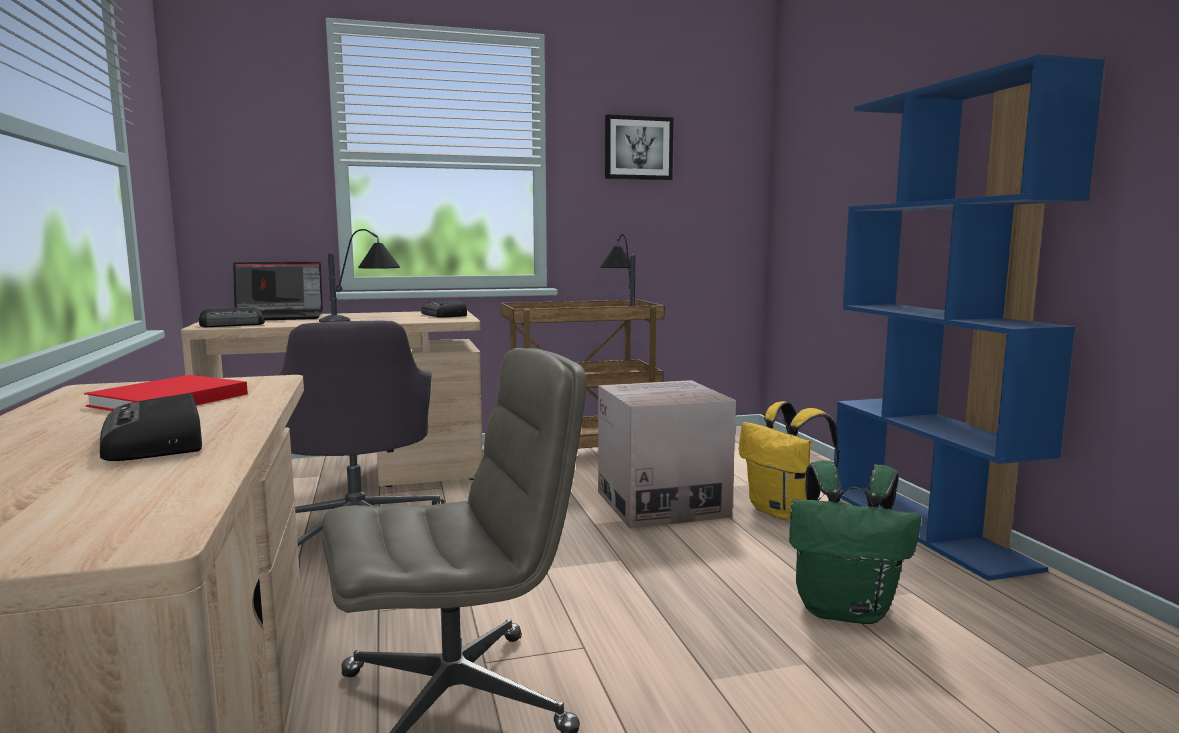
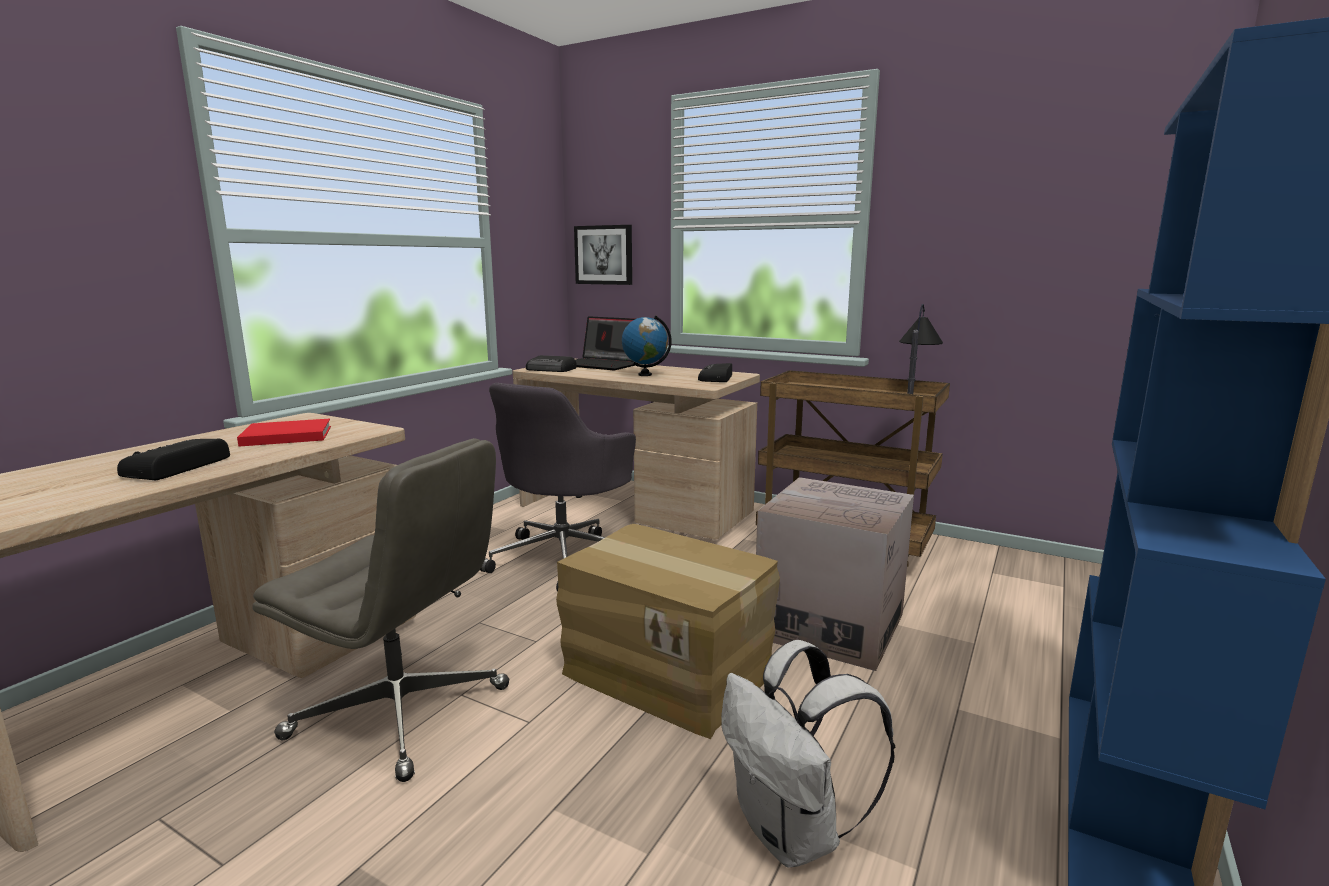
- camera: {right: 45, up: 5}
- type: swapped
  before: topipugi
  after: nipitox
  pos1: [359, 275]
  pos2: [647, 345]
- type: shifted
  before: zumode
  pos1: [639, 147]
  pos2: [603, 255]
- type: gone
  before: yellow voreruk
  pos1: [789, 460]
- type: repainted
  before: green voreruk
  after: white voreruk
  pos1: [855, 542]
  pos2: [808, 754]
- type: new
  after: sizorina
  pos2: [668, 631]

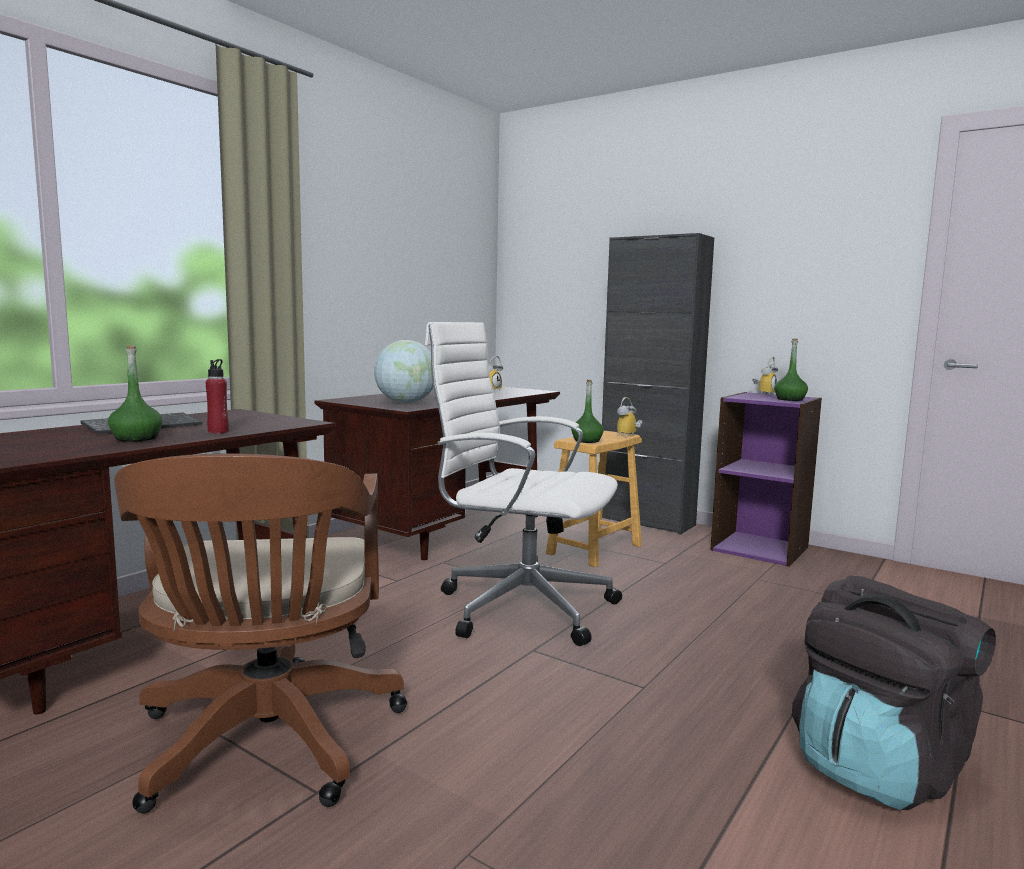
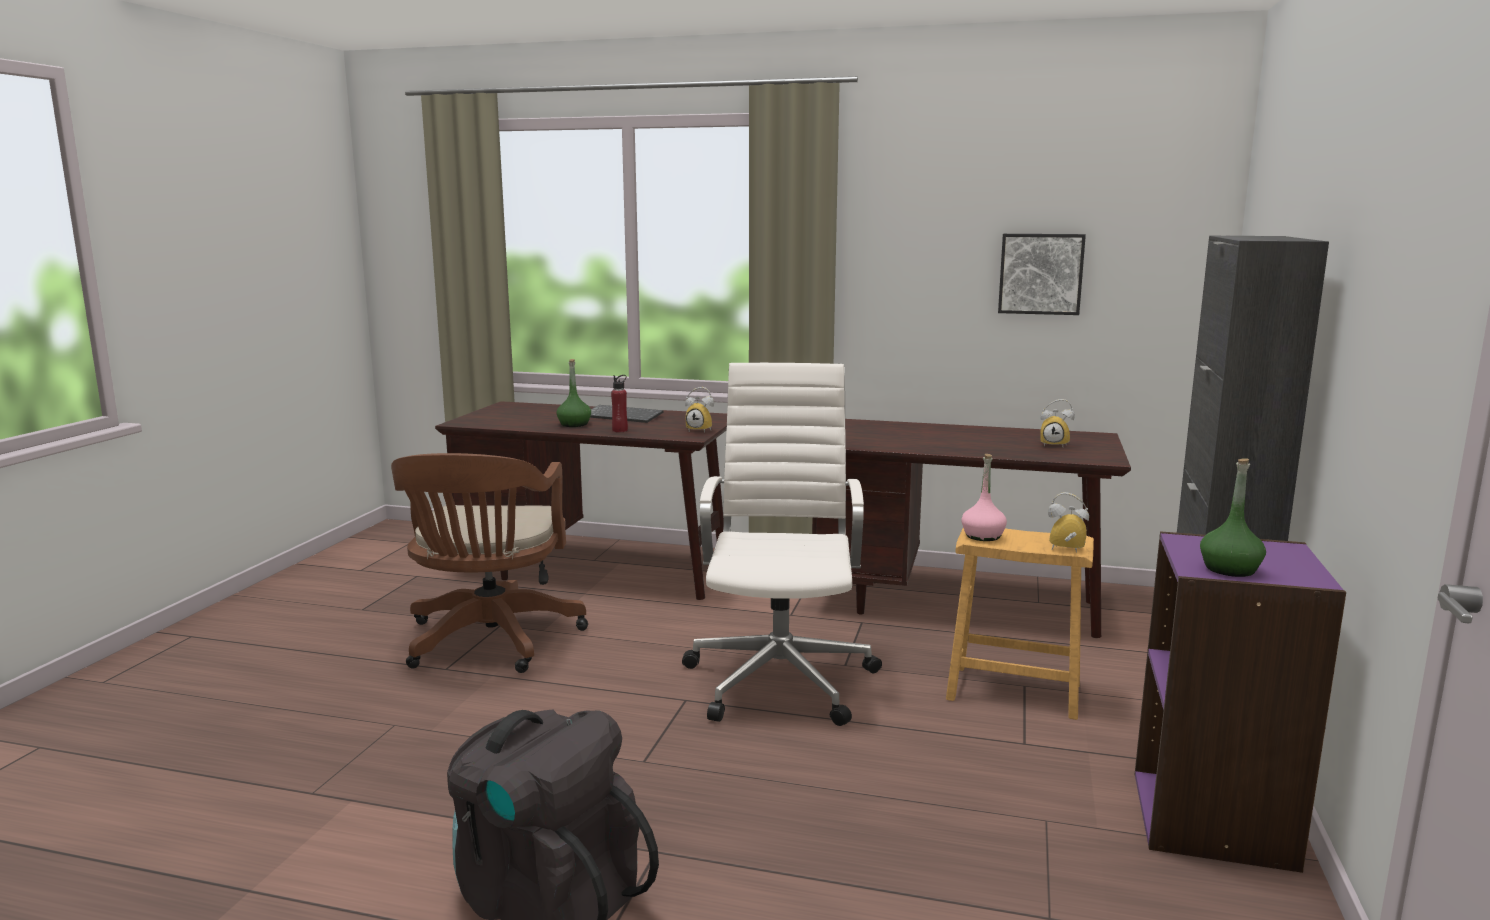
- camera: {right: 70, up: 5}
- type: rotated
  before: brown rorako
  pos1: [260, 633]
  pos2: [489, 563]
  turn: -60
- type: gone
  before: nipitox
  pos1: [403, 371]
- type: repainted
  before: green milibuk
  after: pink milibuk
  pos1: [587, 411]
  pos2: [984, 497]
- type: shifted
  before: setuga
  pos1: [765, 376]
  pos2: [699, 410]
- type: new
  after: zumode
  pos2: [1042, 274]

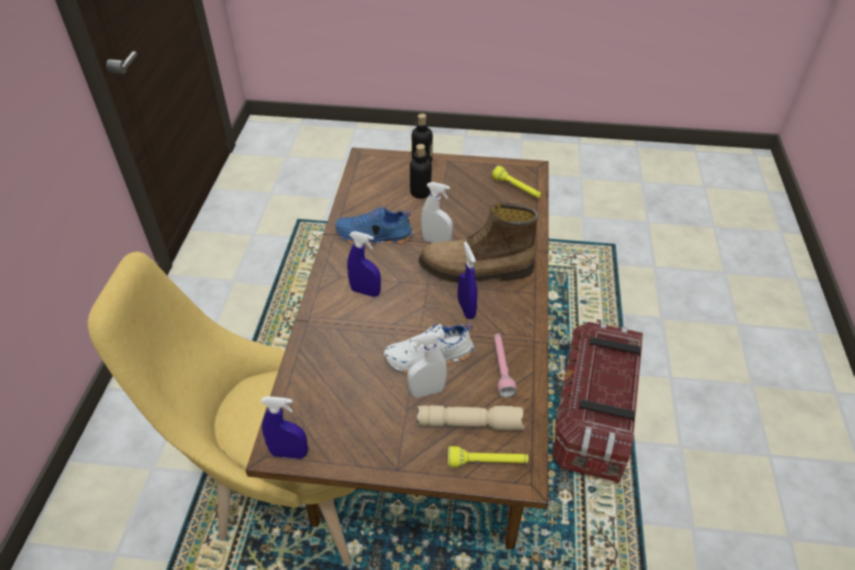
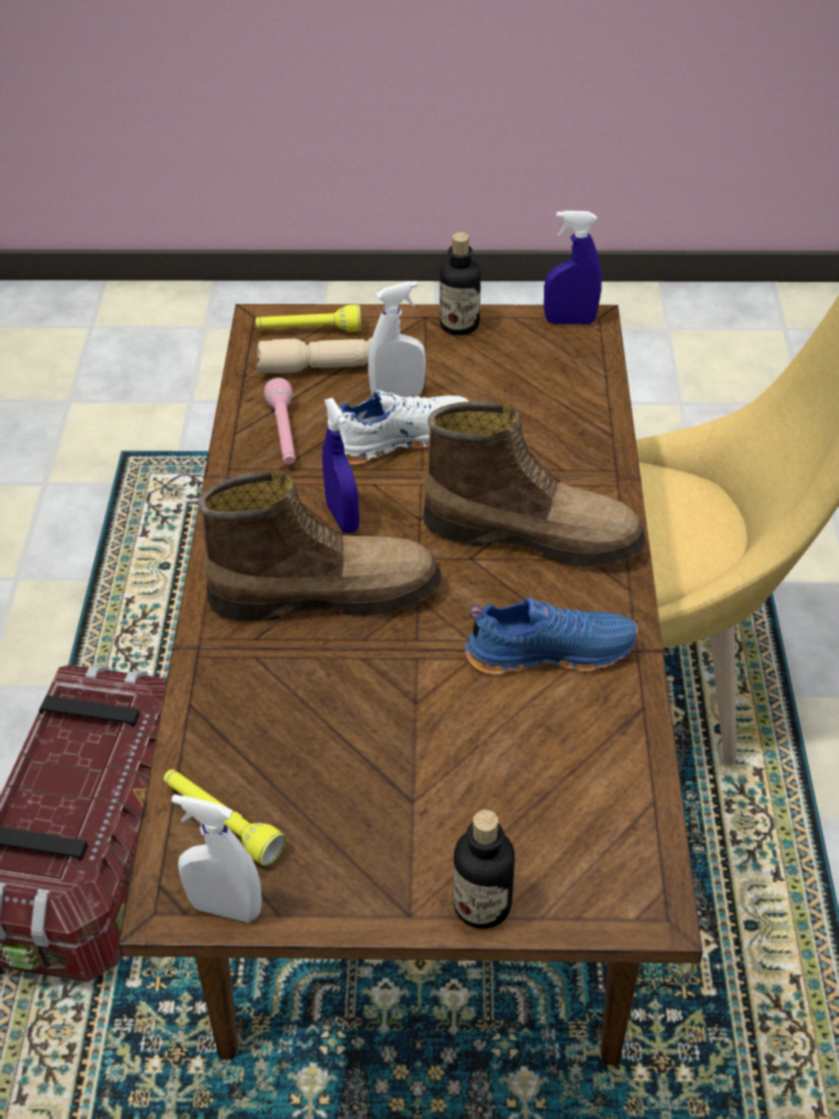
- camera: {right: 175, up: 0}
- type: swapped
  before: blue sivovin
  after: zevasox
  pos1: [364, 264]
  pos2: [534, 484]
- type: shifted
  before: milibuk
  pos1: [421, 171]
  pos2: [460, 283]
- type: shifted
  before: white sivovin
  pos1: [437, 212]
  pos2: [216, 858]

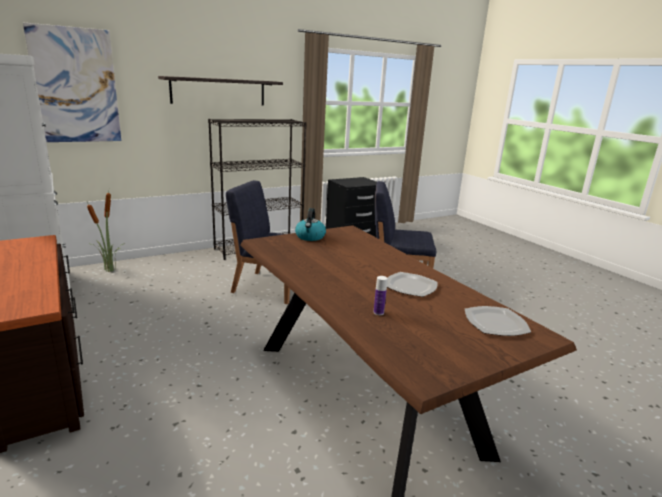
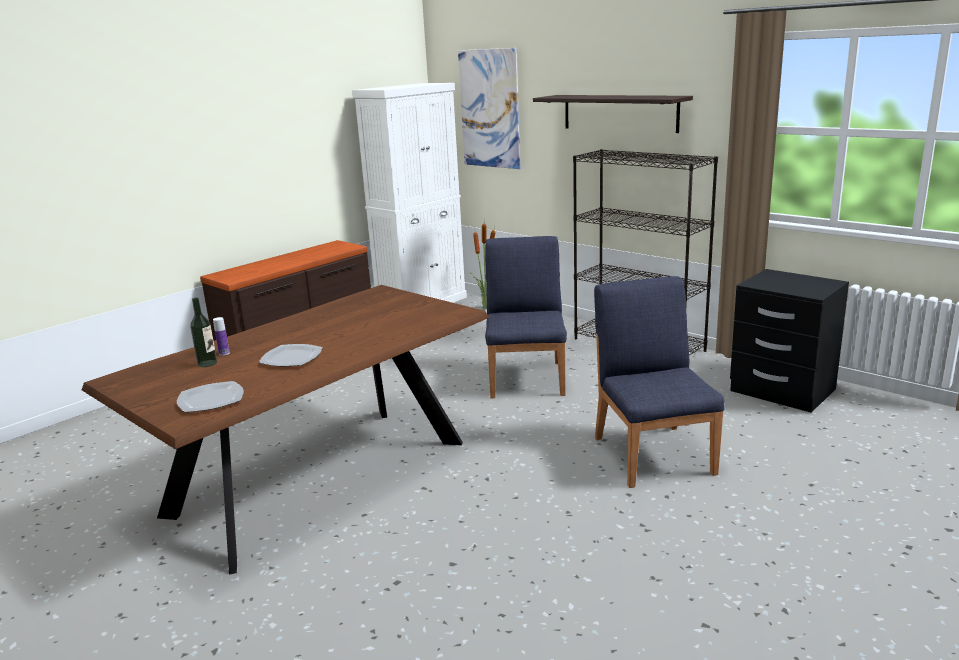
- camera: {right: 75, up: 0}
- type: gone
  before: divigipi
  pos1: [310, 224]
- type: new
  after: milibuk
  pos2: [203, 332]

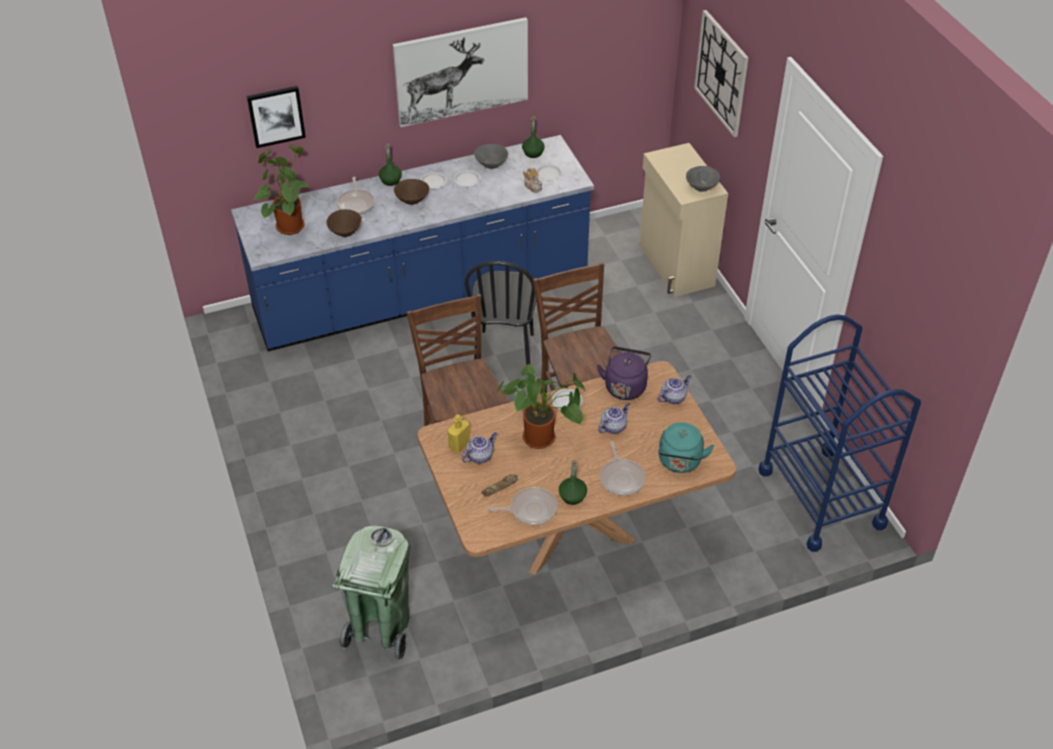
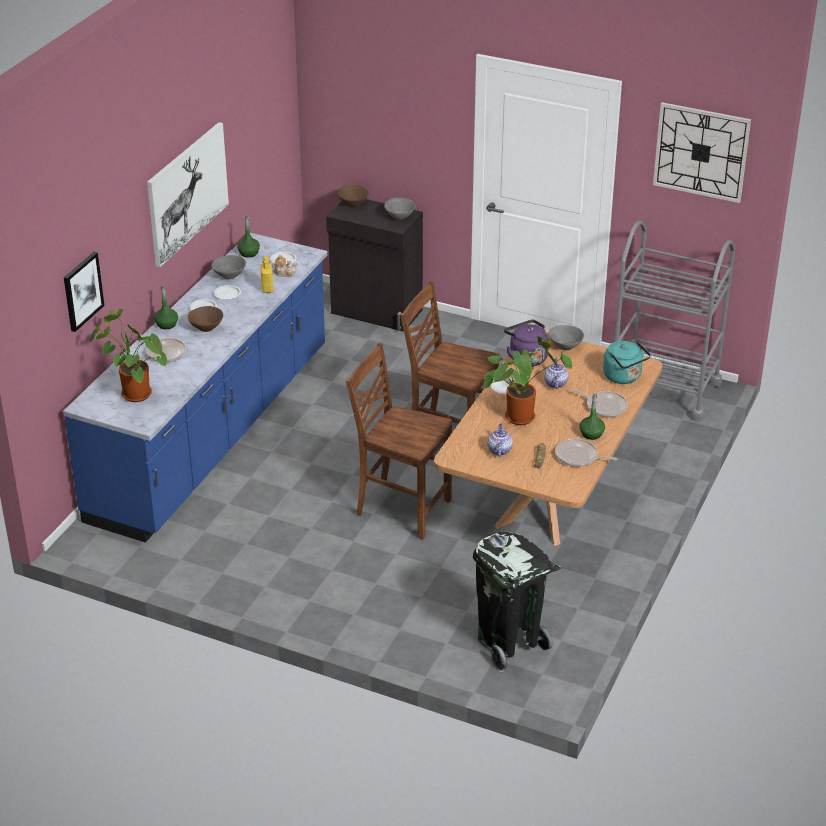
- camera: {right: -45, up: -10}
- type: shifted
  before: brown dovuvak
  pos1: [344, 223]
  pos2: [353, 196]
- type: repainted
  before: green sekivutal
  after: black sekivutal
  pos1: [371, 592]
  pos2: [517, 601]
- type: shifted
  before: yellow milibuk
  pos1: [458, 433]
  pos2: [267, 274]
- type: gone
  before: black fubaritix
  pos1: [500, 318]
- type: rotated
  before: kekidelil
  pos1: [522, 506]
  pos2: [586, 452]
  turn: -105
- type: repainted
  before: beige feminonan
  after: black feminonan
  pos1: [684, 220]
  pos2: [374, 265]
- type: swapped
  before: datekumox
  after: grey dovuvak
  pos1: [674, 389]
  pos2: [566, 337]
- type: shifted
  before: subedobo
  pos1: [721, 73]
  pos2: [702, 152]
- type: repainted
  before: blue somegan
  after: grey somegan
  pos1: [840, 433]
  pos2: [674, 321]

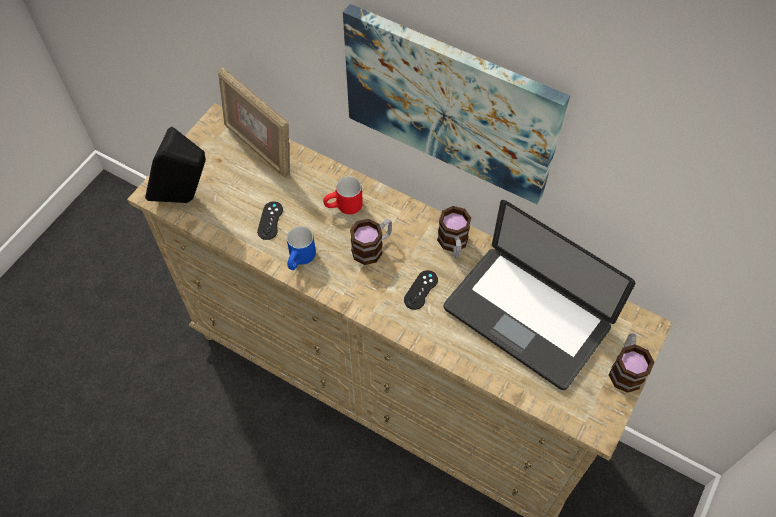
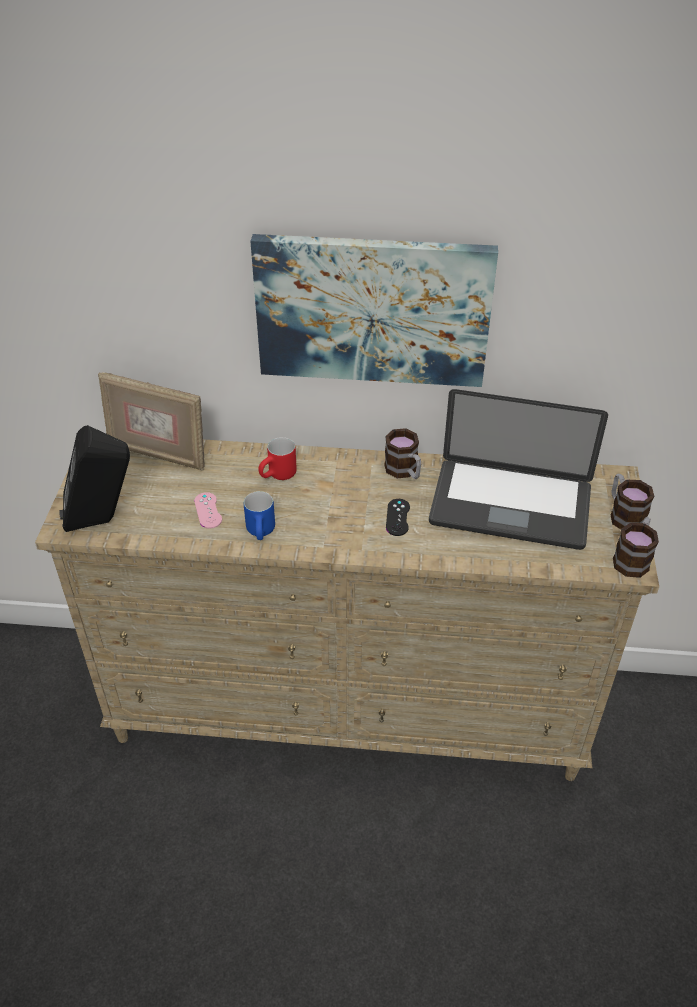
- camera: {right: -25, up: -15}
- type: repainted
  before: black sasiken
  after: pink sasiken
  pos1: [270, 220]
  pos2: [208, 510]
- type: shifted
  before: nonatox
  pos1: [371, 242]
  pos2: [636, 547]

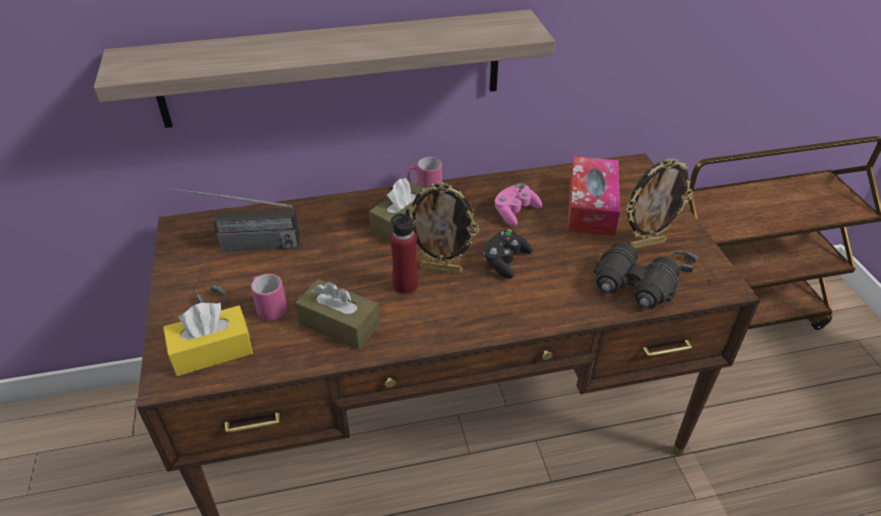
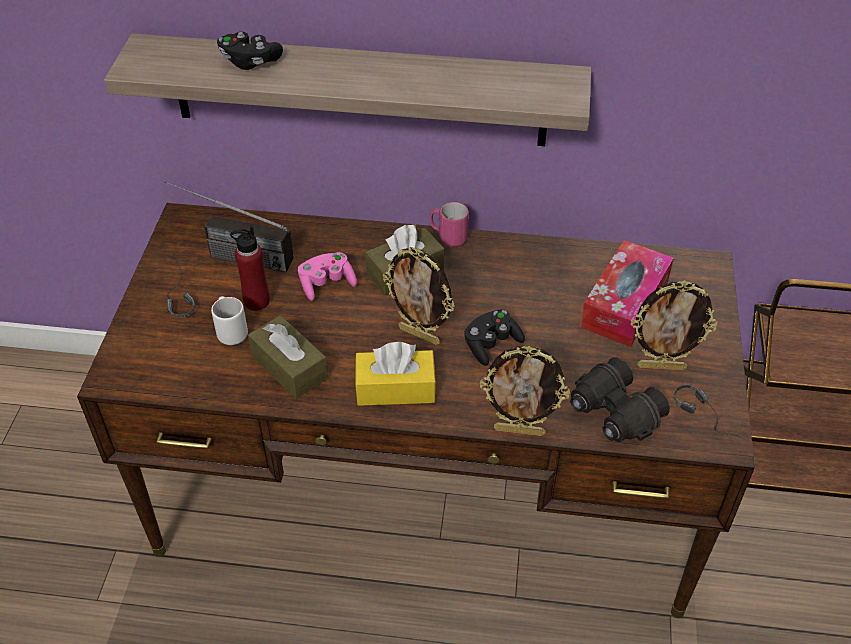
- camera: {right: 20, up: 5}
- type: shifted
  before: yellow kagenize
  pos1: [208, 339]
  pos2: [395, 374]
- type: repainted
  before: pink nonatox
  after: white nonatox
  pos1: [269, 297]
  pos2: [229, 320]
- type: shifted
  before: red milibuk
  pos1: [404, 251]
  pos2: [250, 268]
- type: shifted
  before: pink sasiken
  pos1: [518, 205]
  pos2: [327, 276]
- type: new
  after: black sasiken
  pos2: [250, 51]
- type: new
  after: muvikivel
  pos2: [525, 390]

